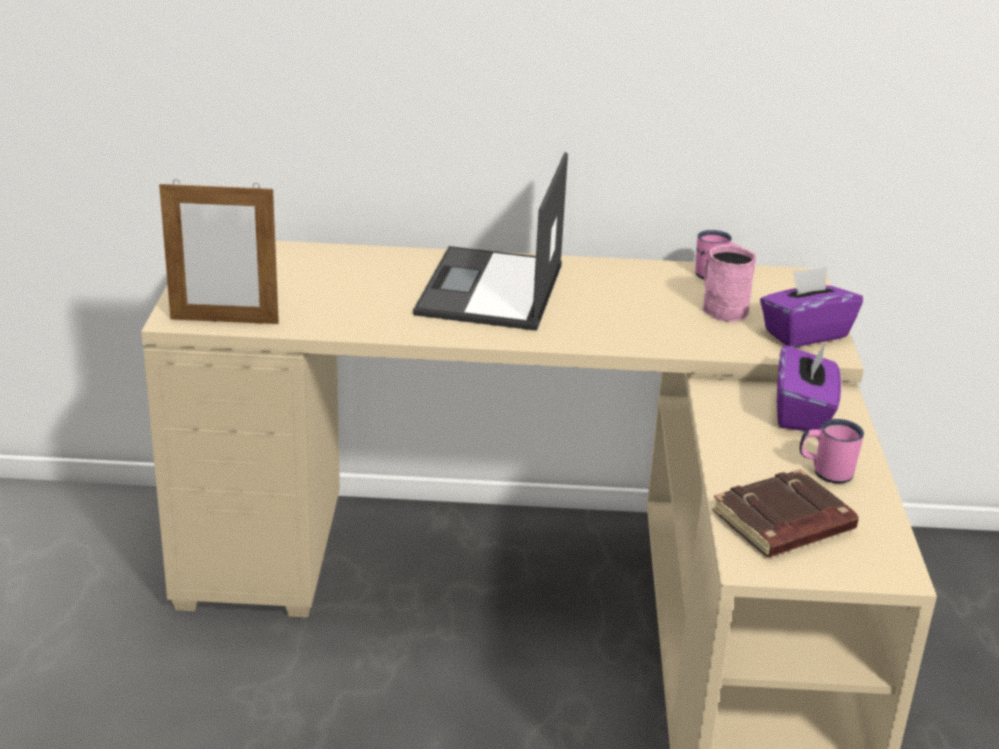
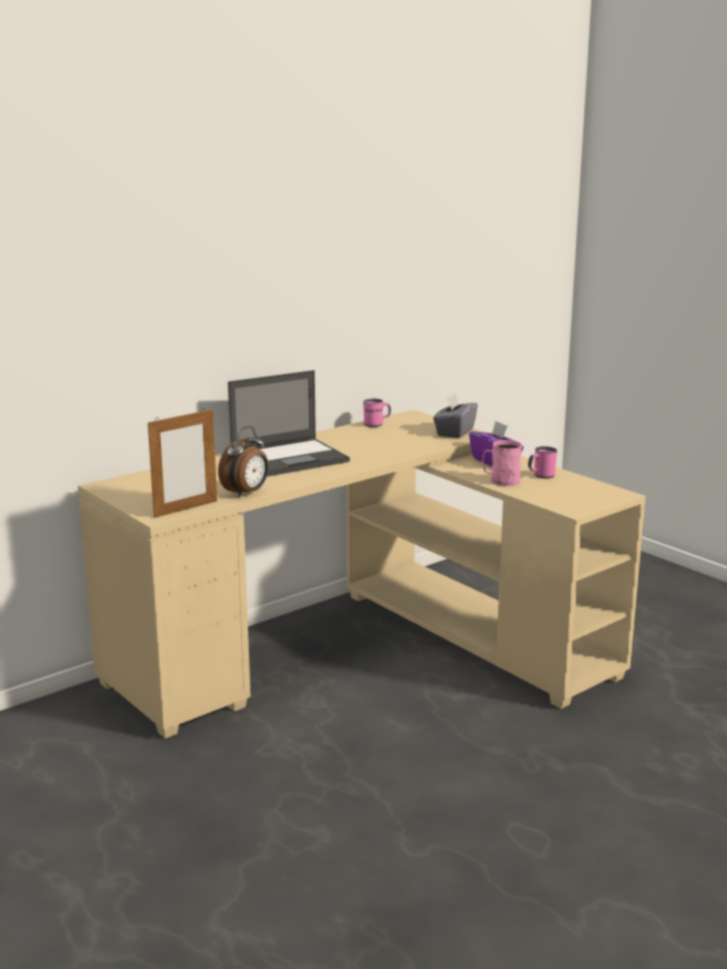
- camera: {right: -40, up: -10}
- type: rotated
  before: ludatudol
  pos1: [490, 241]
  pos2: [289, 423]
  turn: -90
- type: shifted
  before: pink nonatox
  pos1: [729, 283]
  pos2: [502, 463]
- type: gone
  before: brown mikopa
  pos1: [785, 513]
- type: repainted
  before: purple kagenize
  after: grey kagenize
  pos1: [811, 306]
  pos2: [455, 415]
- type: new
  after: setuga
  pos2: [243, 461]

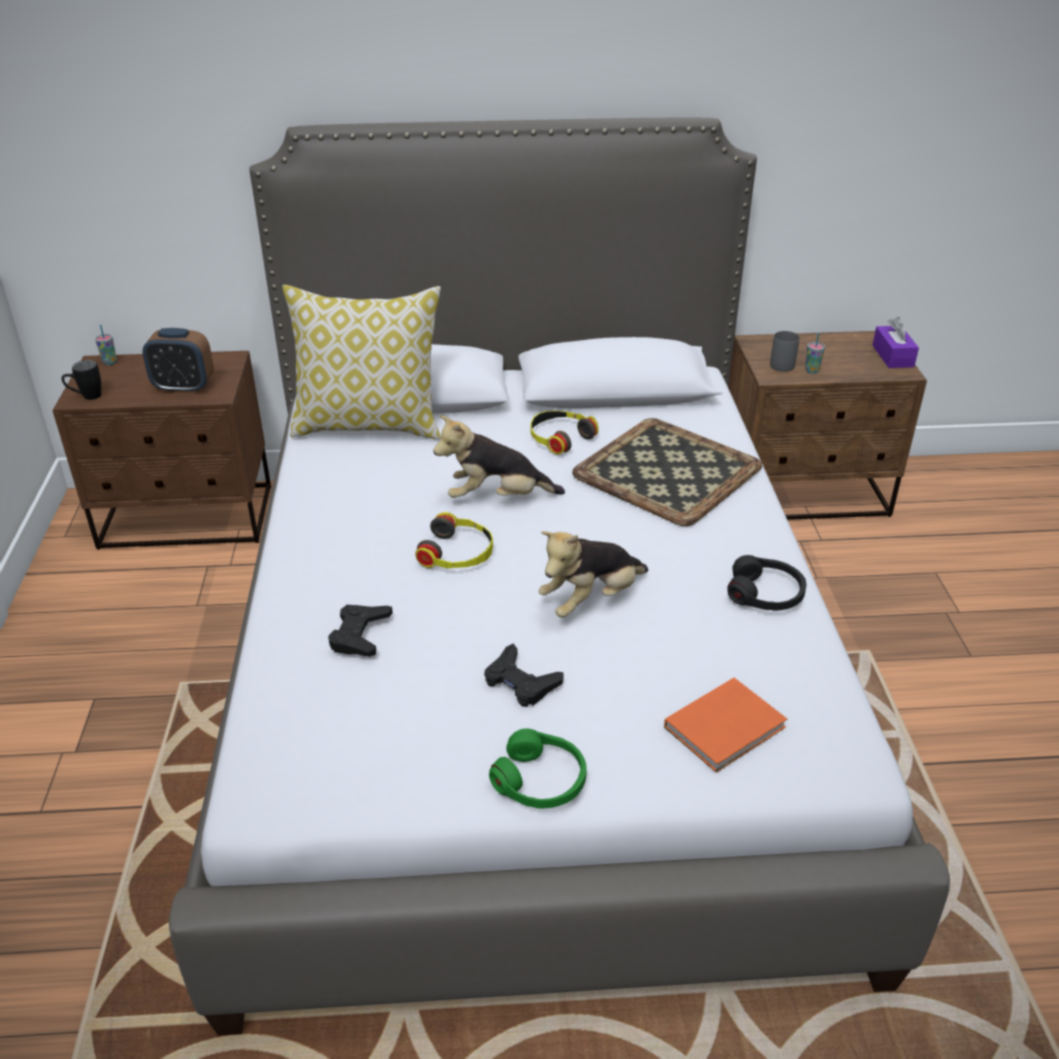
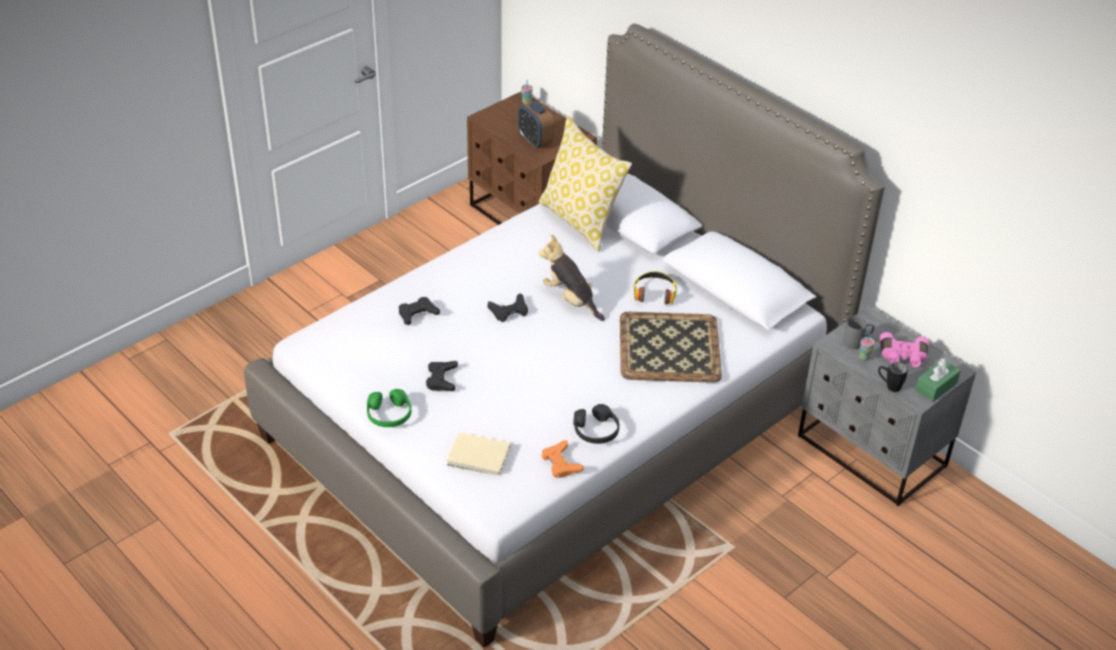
- camera: {right: 50, up: 5}
- type: shifted
  before: black nonatox
  pos1: [81, 380]
  pos2: [893, 377]
- type: swapped
  before: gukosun
  after: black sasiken
  pos1: [454, 540]
  pos2: [507, 307]
- type: gone
  before: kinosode
  pos1: [593, 574]
- type: repainted
  before: orange mikopa
  after: beige mikopa
  pos1: [725, 725]
  pos2: [478, 454]
- type: repainted
  before: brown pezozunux
  after: grey pezozunux
  pos1: [827, 425]
  pos2: [887, 406]
- type: repainted
  before: purple kagenize
  after: green kagenize
  pos1: [895, 342]
  pos2: [938, 380]
- type: new
  after: orange sasiken
  pos2: [563, 459]
- type: new
  after: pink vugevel
  pos2: [904, 349]

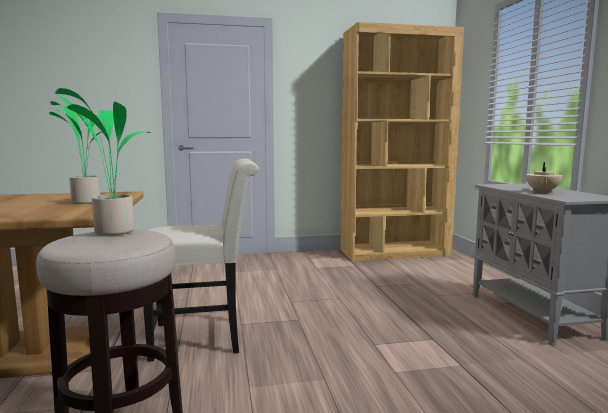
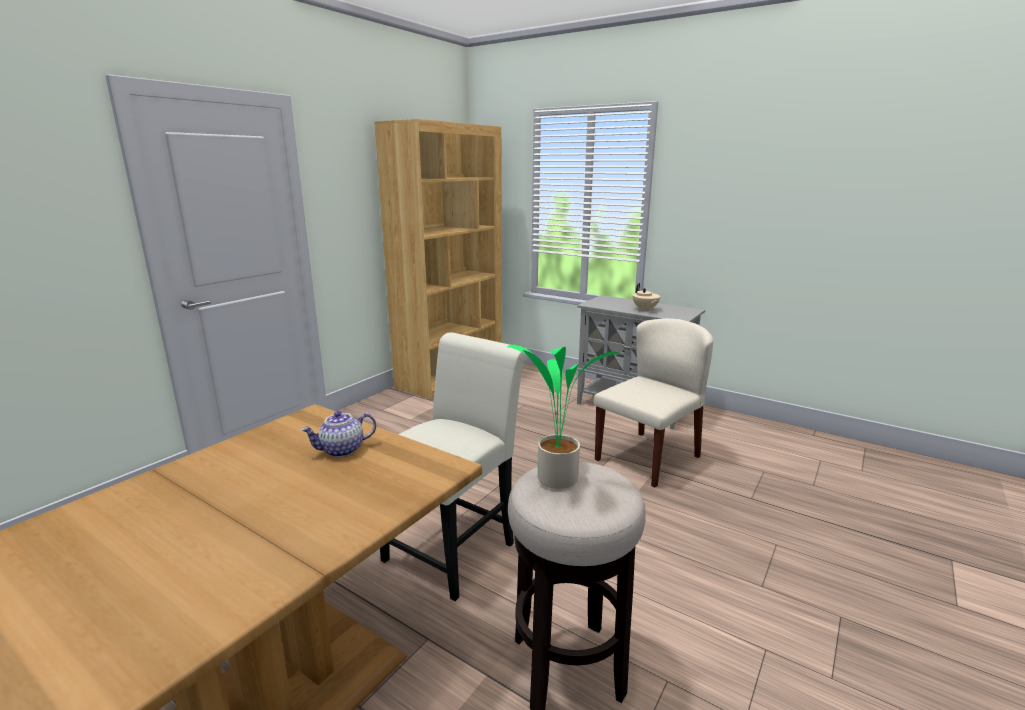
- camera: {right: -45, up: 10}
- type: swapped
  before: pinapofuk
  after: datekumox
  pos1: [82, 152]
  pos2: [338, 434]
- type: new
  after: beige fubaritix
  pos2: [653, 402]

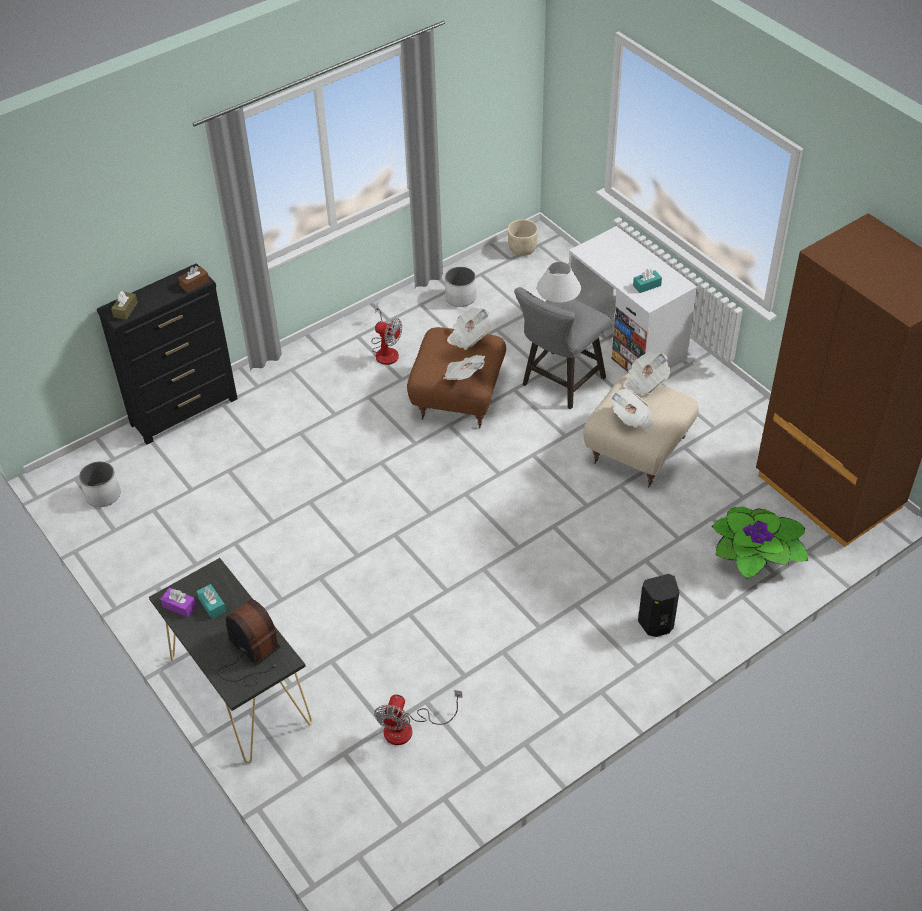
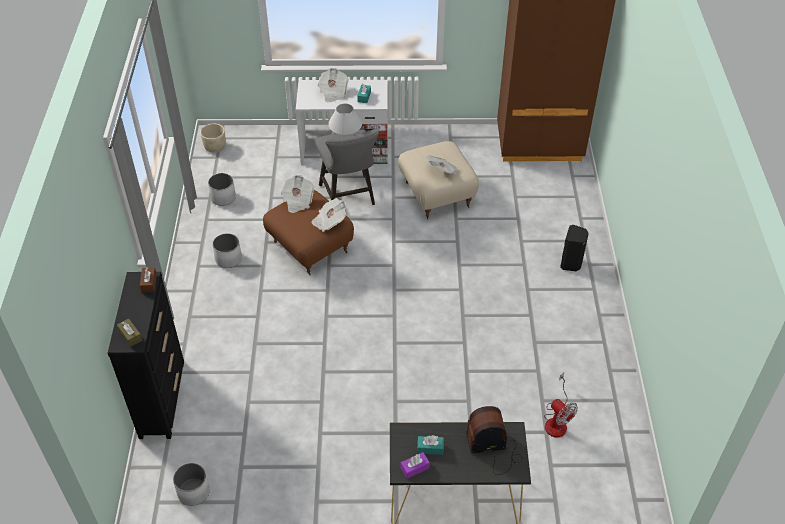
- camera: {right: -55, up: 0}
- type: swapped
  before: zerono
  after: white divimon
  pos1: [387, 334]
  pos2: [227, 250]
- type: shifted
  before: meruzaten
  pos1: [647, 374]
  pos2: [333, 85]
- type: gone
  before: pinapofuk
  pos1: [760, 543]

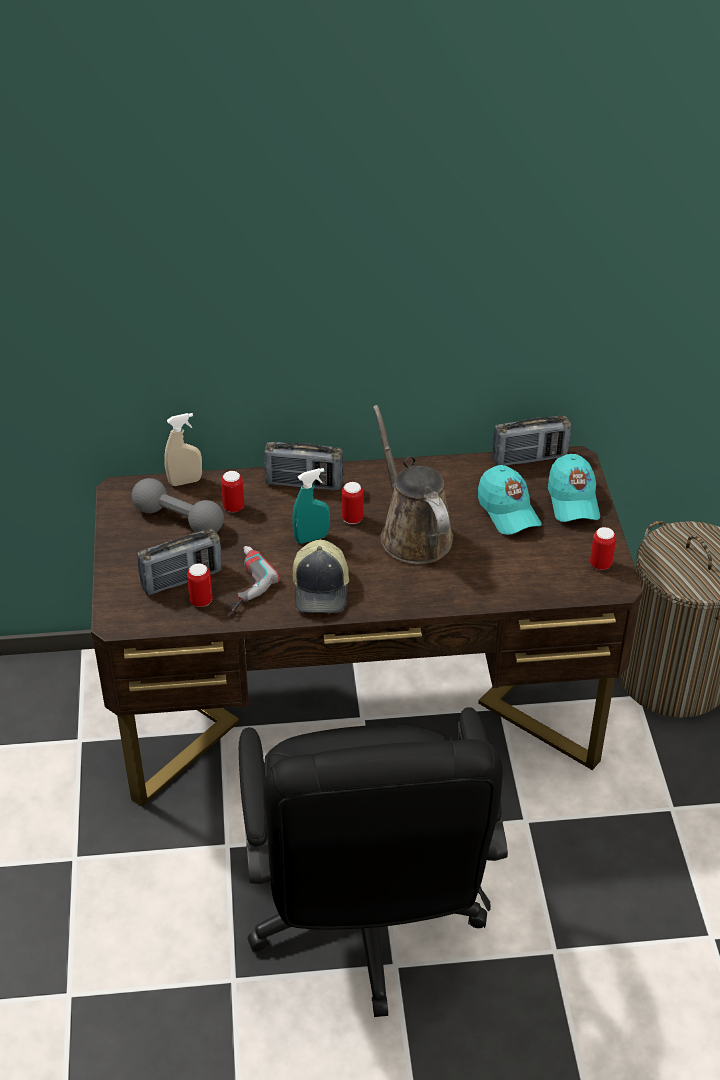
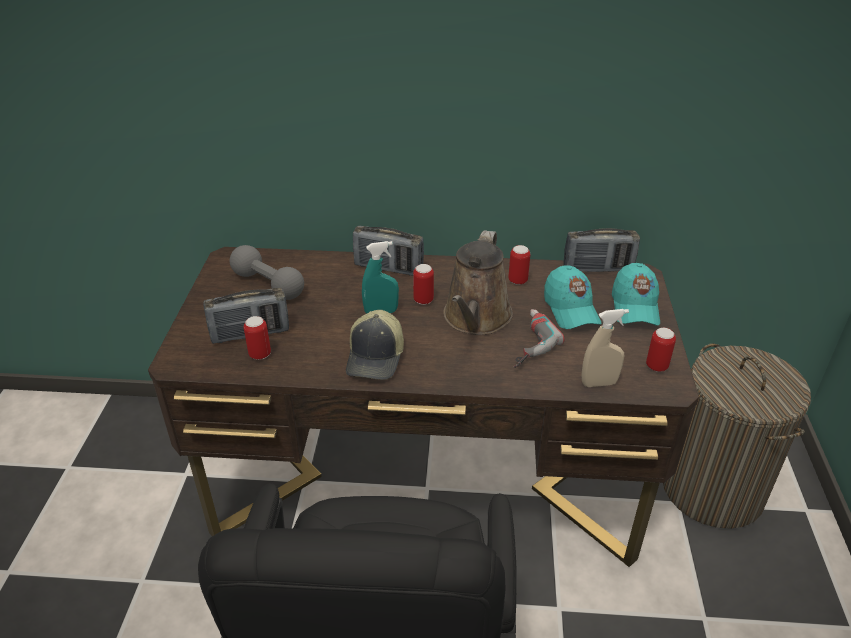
- camera: {right: 10, up: -5}
- type: shifted
  before: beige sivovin
  pos1: [183, 449]
  pos2: [605, 348]
- type: shifted
  before: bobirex
  pos1: [232, 491]
  pos2: [519, 265]
- type: shifted
  before: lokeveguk
  pos1: [254, 581]
  pos2: [539, 338]
- type: rotated
  before: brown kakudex
  pos1: [413, 484]
  pos2: [478, 282]
  turn: -150

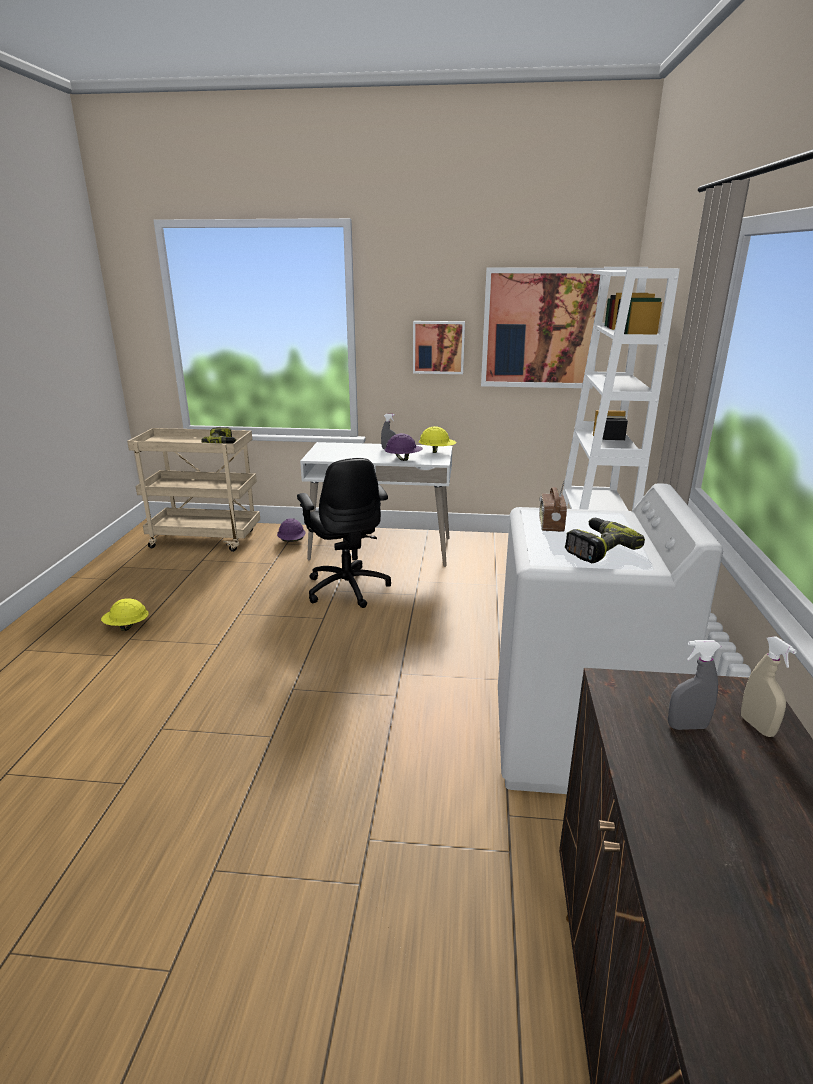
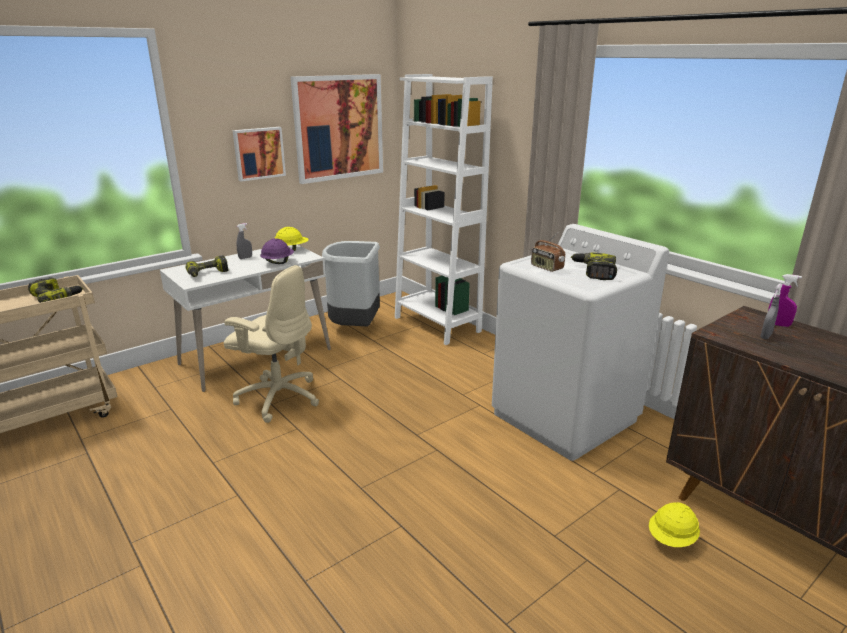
- camera: {right: -45, up: 0}
- type: shifted
  before: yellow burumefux
  pos1: [125, 614]
  pos2: [674, 524]
- type: gone
  before: purple burumefux
  pos1: [291, 530]
- type: repainted
  before: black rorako
  after: beige rorako
  pos1: [344, 533]
  pos2: [271, 344]
- type: repainted
  before: beige sivovin
  after: purple sivovin
  pos1: [769, 686]
  pos2: [785, 300]
- type: new
  after: lokeveguk
  pos2: [207, 266]
- type: new
  after: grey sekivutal
  pos2: [351, 284]

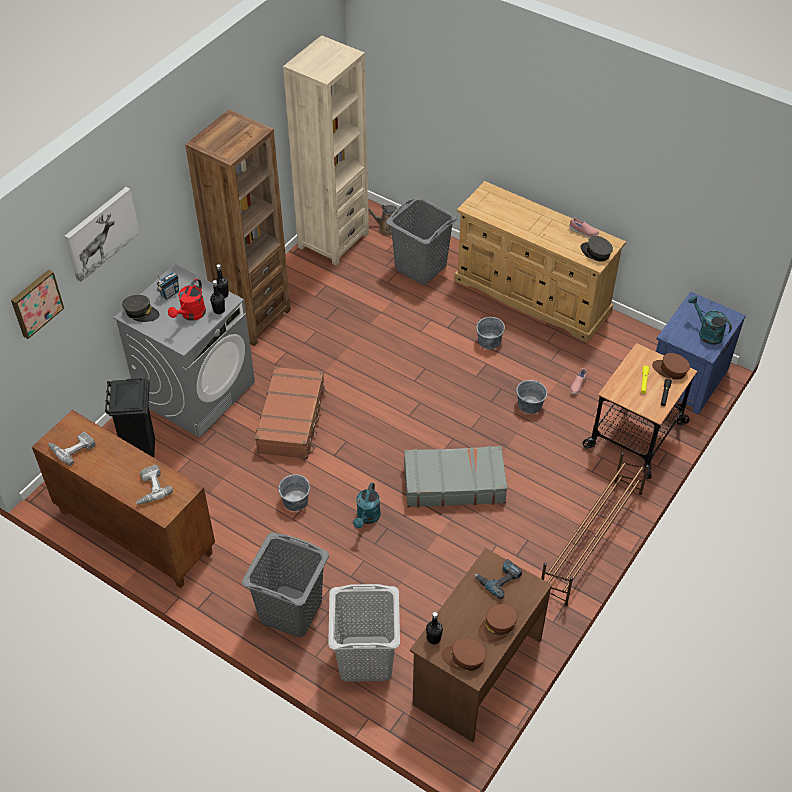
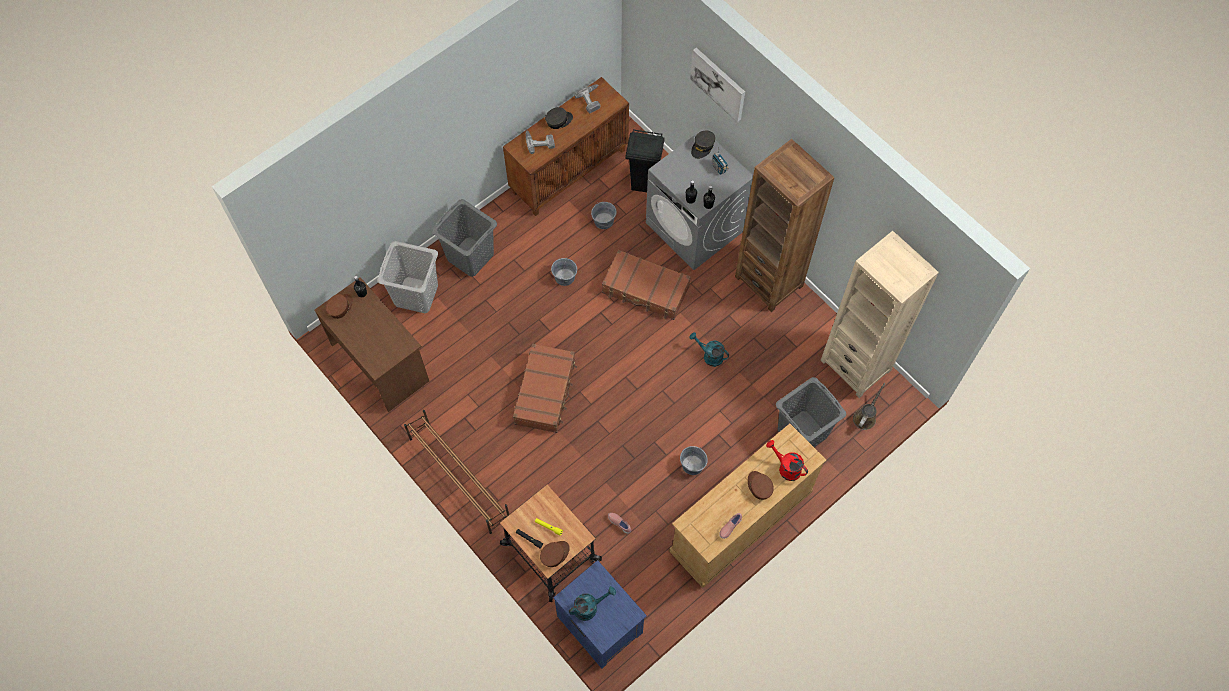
- camera: {right: 105, up: 15}
- type: gone
  before: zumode
  pos1: [37, 304]
- type: shifted
  before: red kakudex
  pos1: [187, 300]
  pos2: [787, 460]
- type: shifted
  before: turquoise kakudex
  pos1: [367, 505]
  pos2: [709, 349]
- type: repainted
  before: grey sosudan
  after: brown sosudan
  pos1: [455, 477]
  pos2: [545, 388]
- type: gone
  before: lokeveguk
  pos1: [498, 579]
- type: shifted
  before: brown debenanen
  pos1: [498, 623]
  pos2: [761, 485]
- type: shifted
  before: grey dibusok
  pos1: [531, 395]
  pos2: [603, 215]
- type: shifted
  before: grey debenanen
  pos1: [597, 249]
  pos2: [559, 118]

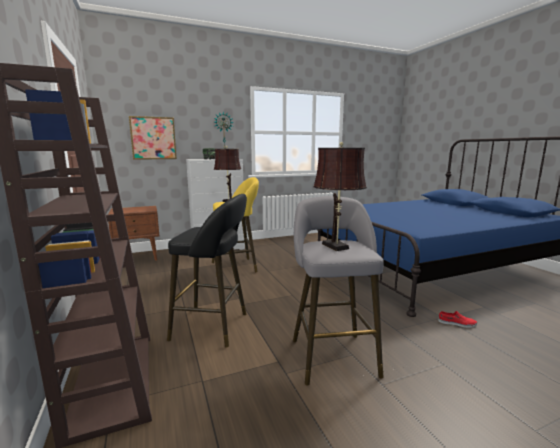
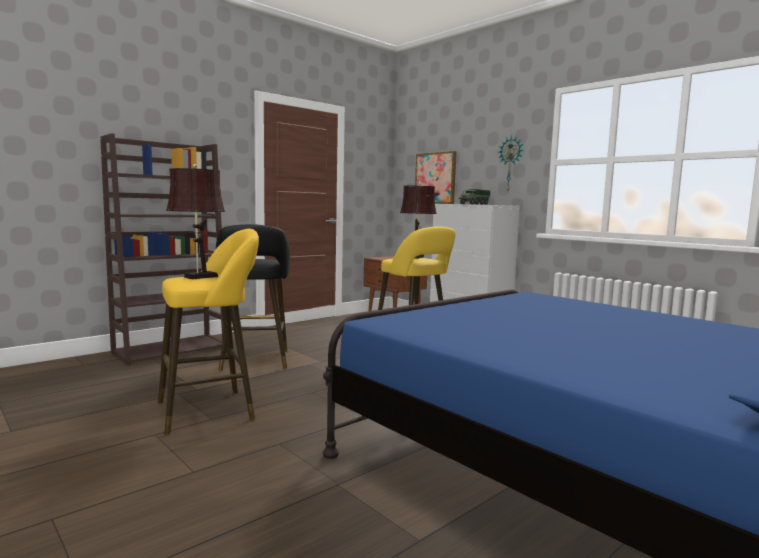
- camera: {right: 70, up: -5}
- type: repainted
  before: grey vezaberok
  after: yellow vezaberok
  pos1: [338, 291]
  pos2: [208, 331]
- type: gone
  before: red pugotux
  pos1: [457, 319]

